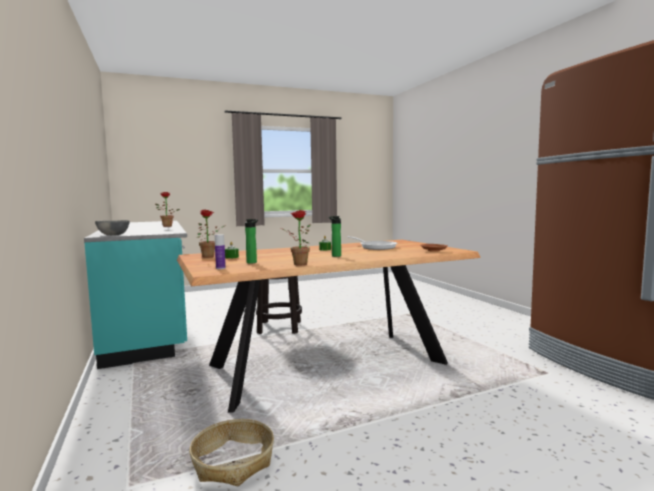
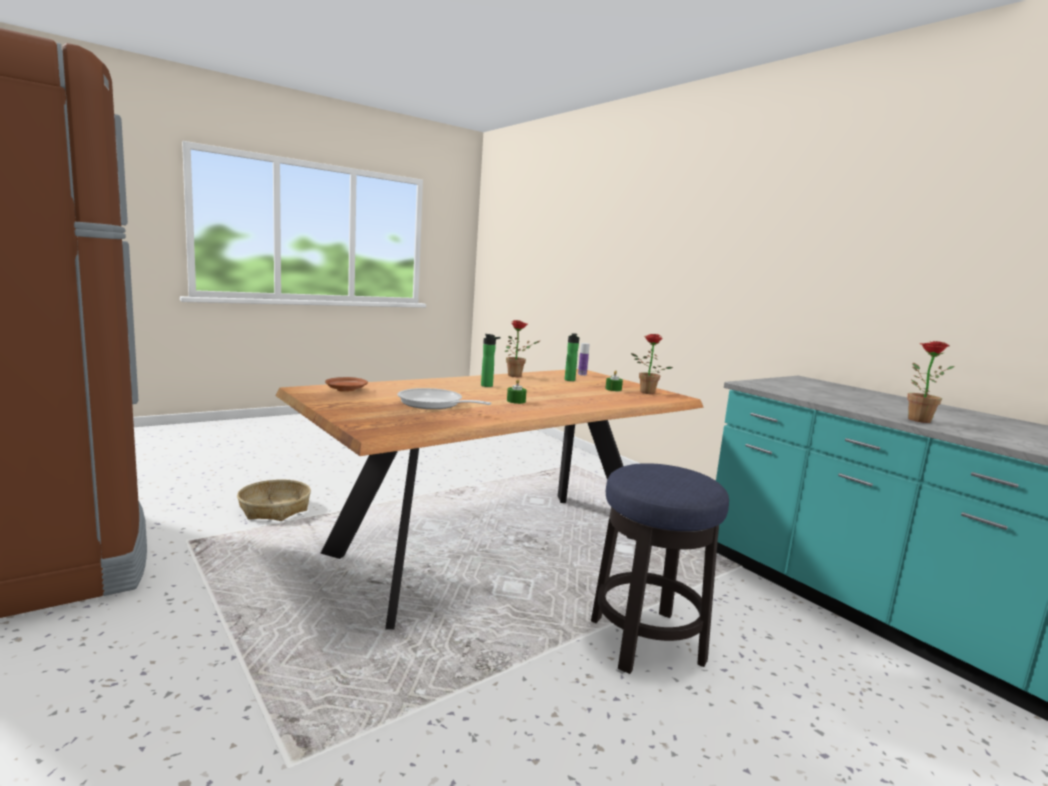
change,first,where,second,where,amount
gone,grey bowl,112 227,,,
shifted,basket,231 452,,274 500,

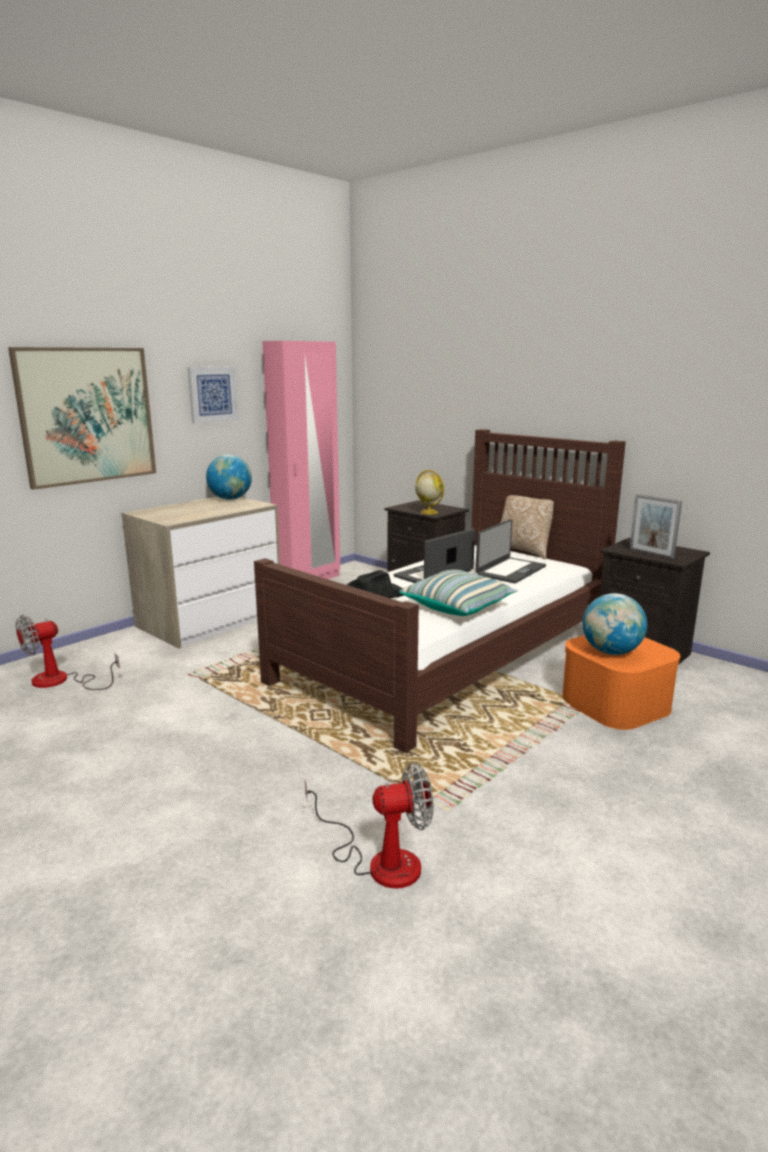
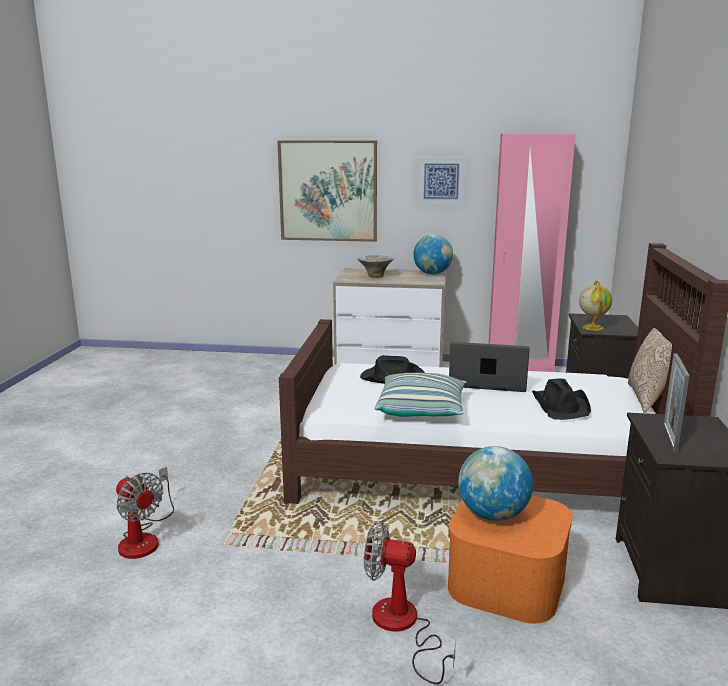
change,first,where,second,where,amount
new,,,bowl,375 266,
shifted,fan,68 652,,410 602,
swapped,laptop,510 551,black hat,561 399,

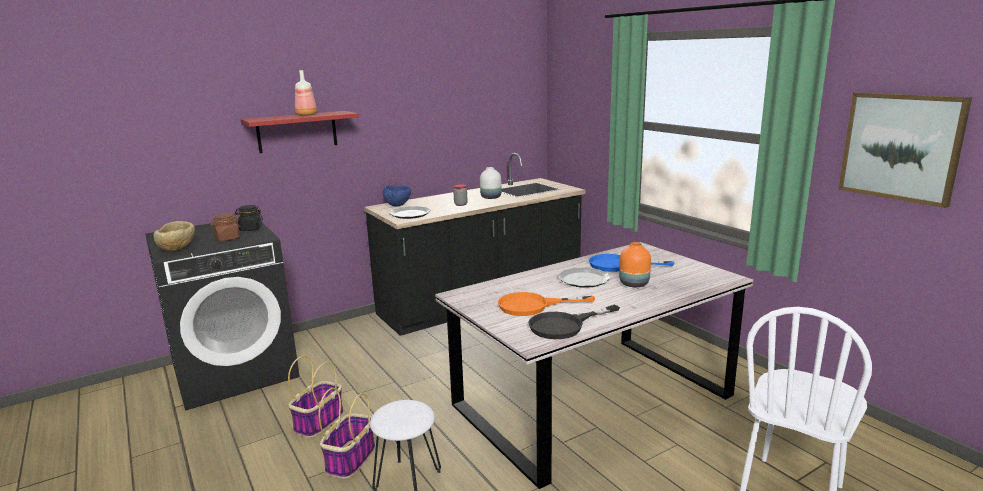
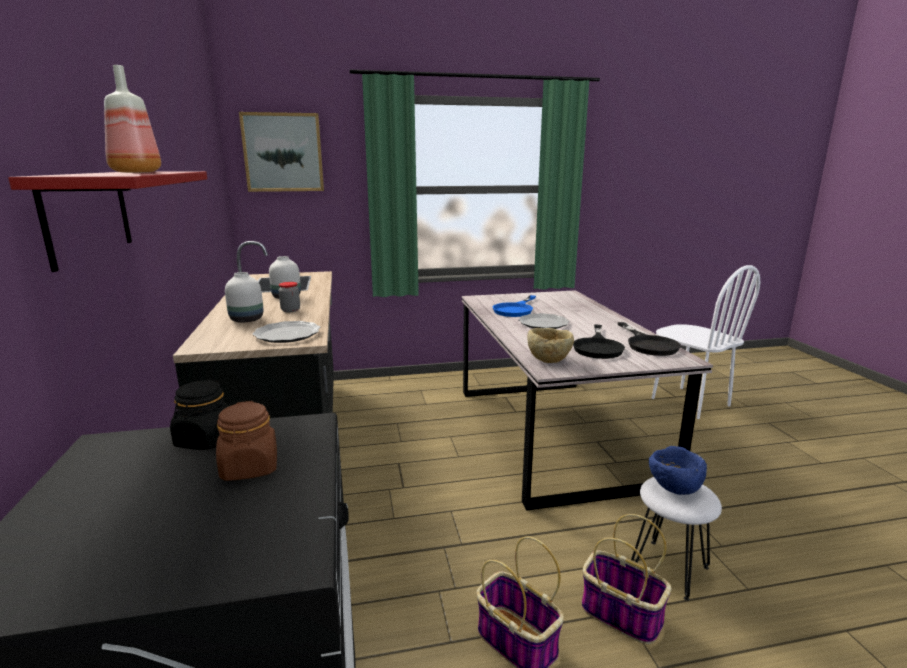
change,first,where,second,where,amount
gone,orange vase,635 264,,,
new,,,white vase,244 297,
shifted,beige bowl,174 236,,551 345,
shifted,blue bowl,397 195,,678 470,
shifted,picture,905 150,,281 152,
repainted,orange frying pan,546 304,black frying pan,599 342,

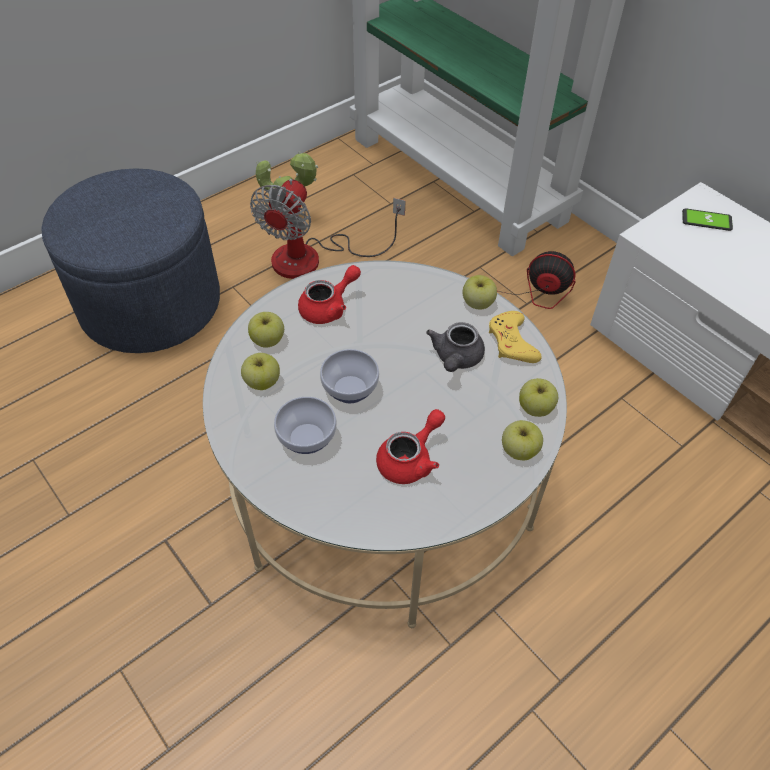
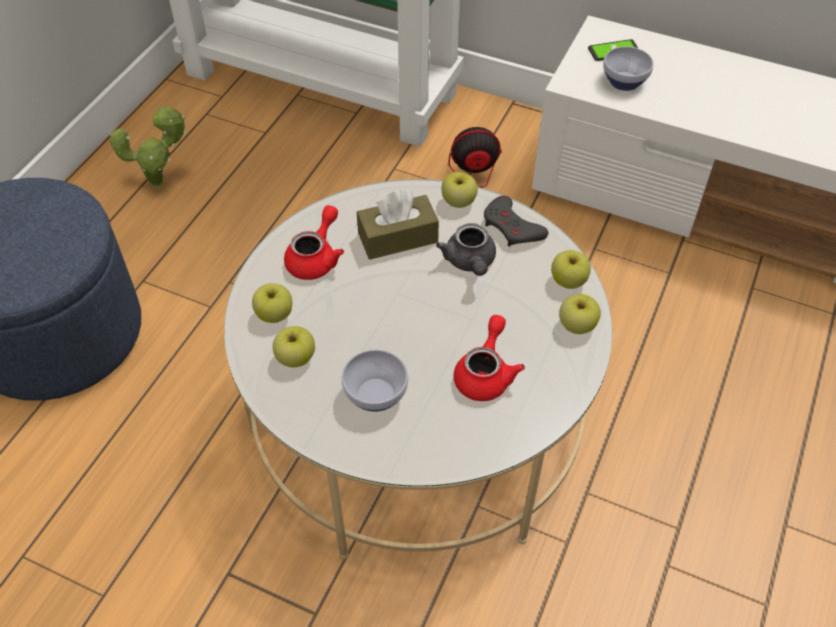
change,first,where,second,where,amount
gone,fan,328 229,,,
new,,,brown tissue box,398 225,
shifted,bowl,349 376,,628 68,
repainted,yellow game controller,515 337,grey game controller,516 221,

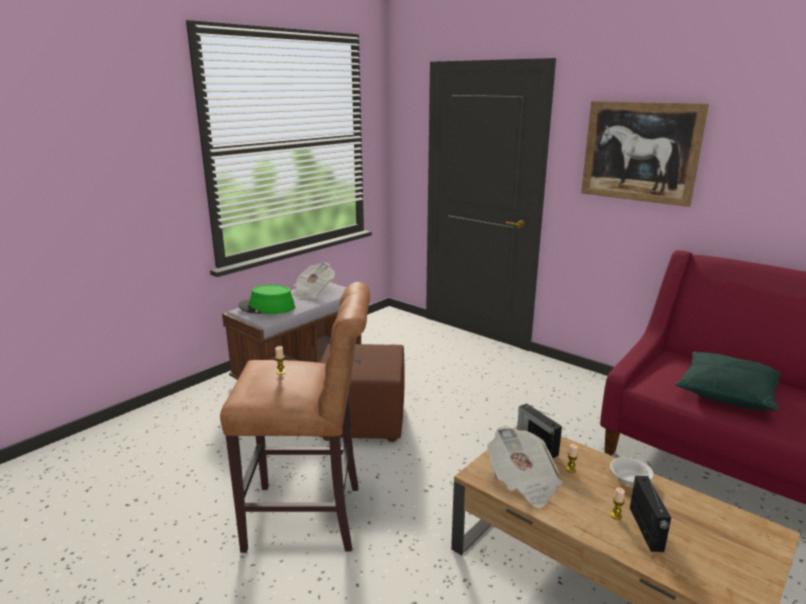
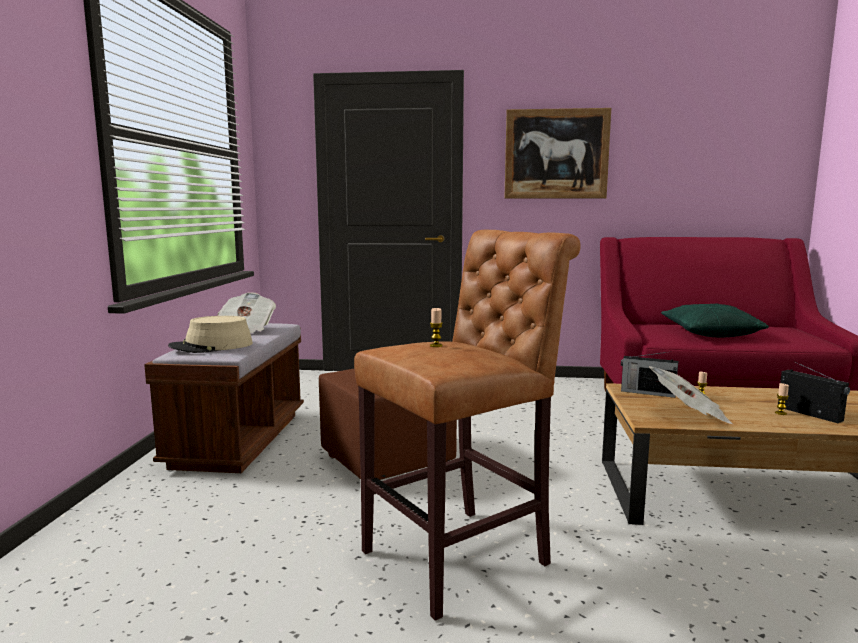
change,first,where,second,where,amount
gone,white bowl,632 471,,,
repainted,green hat,267 299,beige hat,210 334,

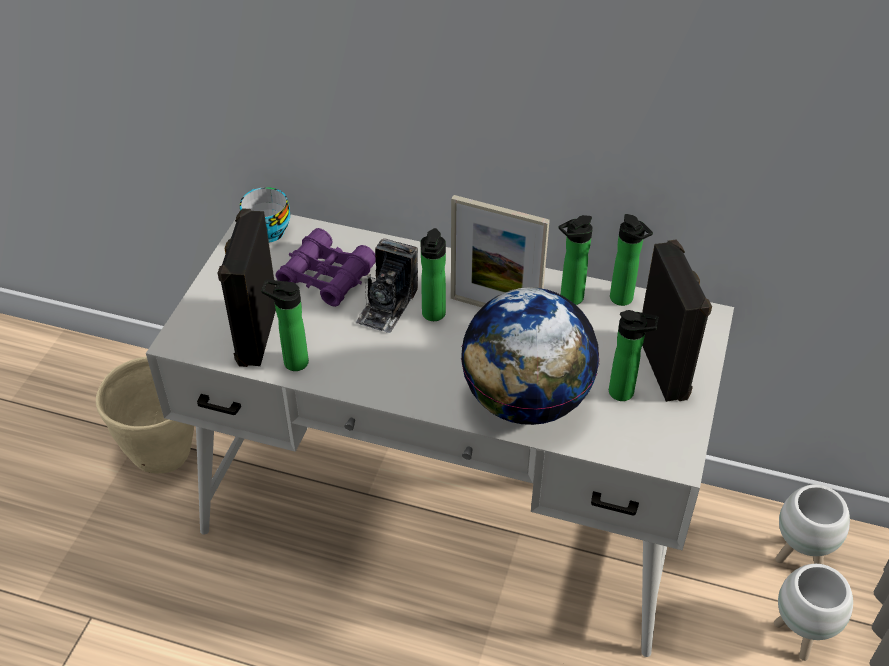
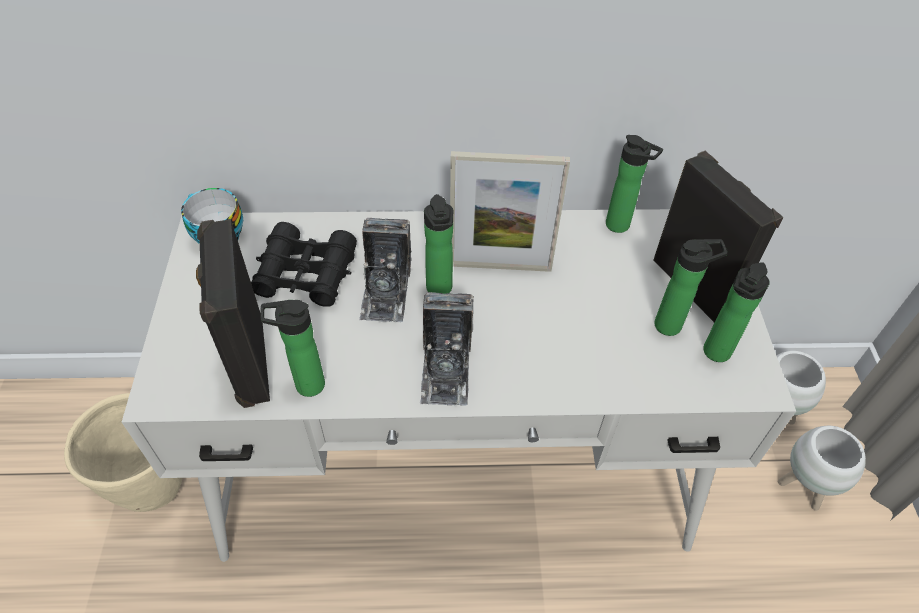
change,first,where,second,where,amount
gone,globe,530 356,,,
new,,,photo camera,447 349,
shifted,bottle,576 260,,736 312,
repainted,purple binoculars,325 267,black binoculars,304 264,

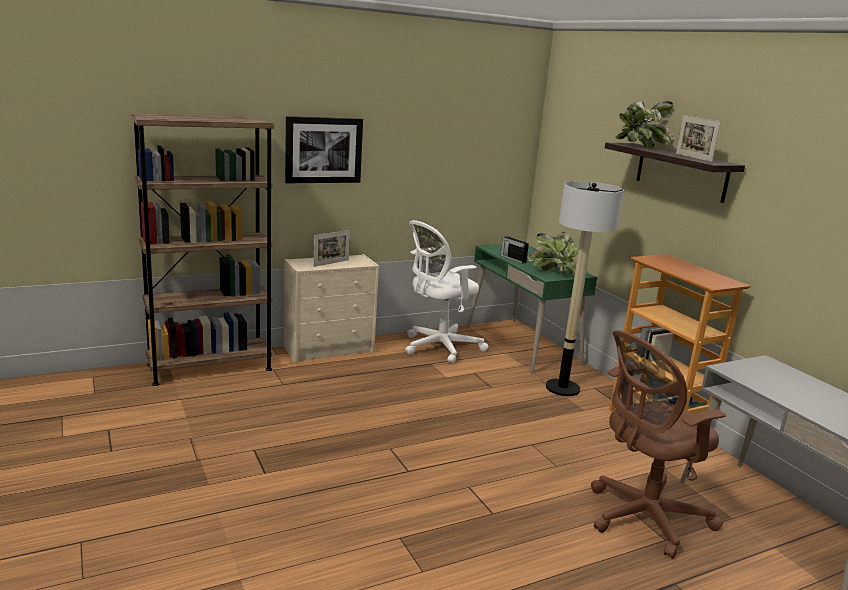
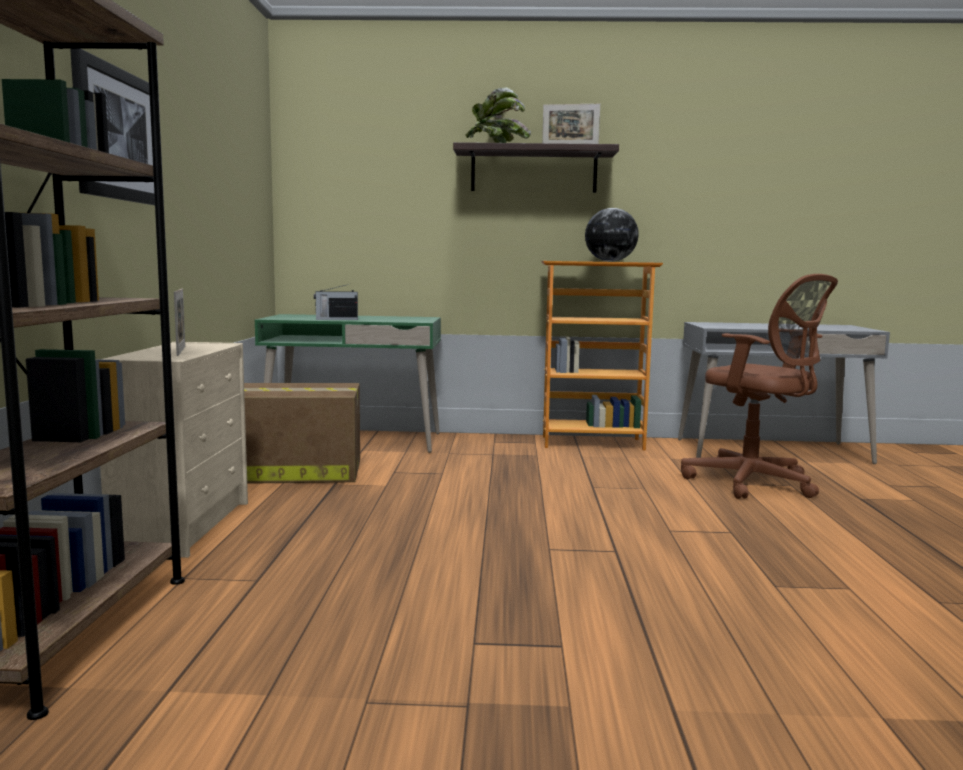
change,first,where,second,where,amount
gone,potted plant,553 253,,,
gone,floor lamp,585 288,,,
new,,,globe,612 235,
swapped,white office chair,447 292,cardboard box,302 433,
rotated,brown office chair,658 444,,759 386,45 degrees counterclockwise

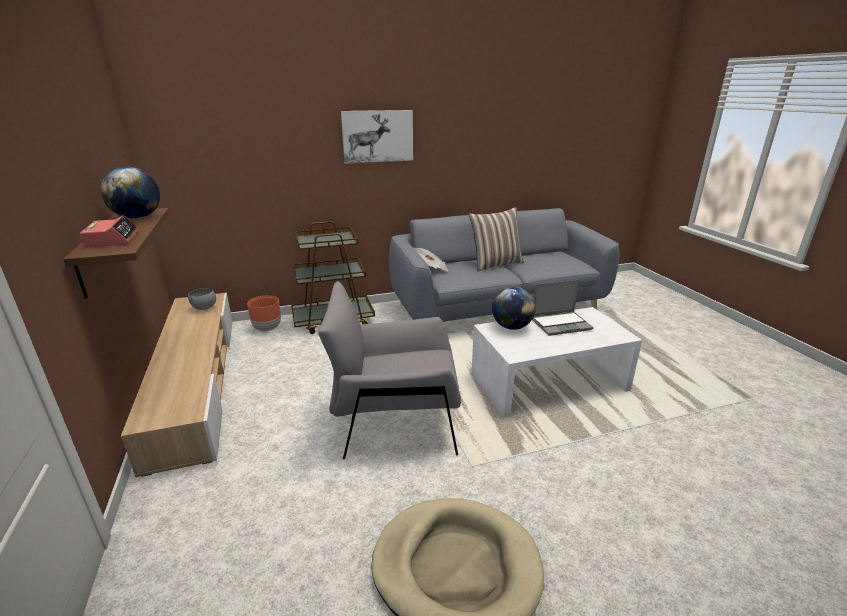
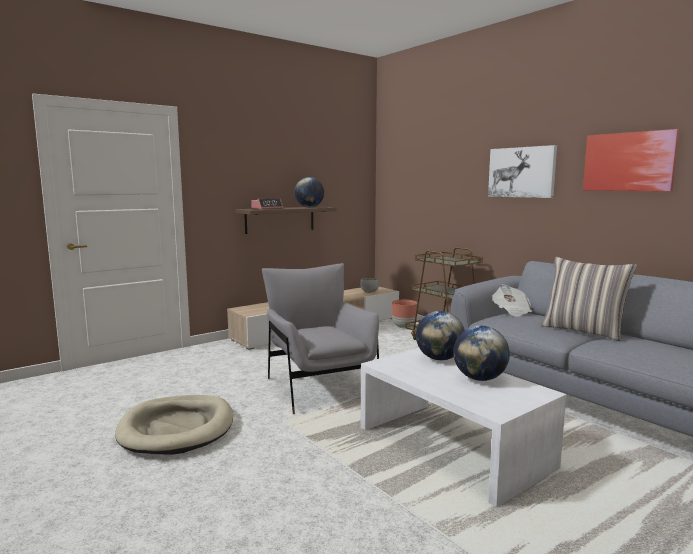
change,first,where,second,where,amount
new,,,picture,631 160,
swapped,laptop,563 308,globe,481 353,

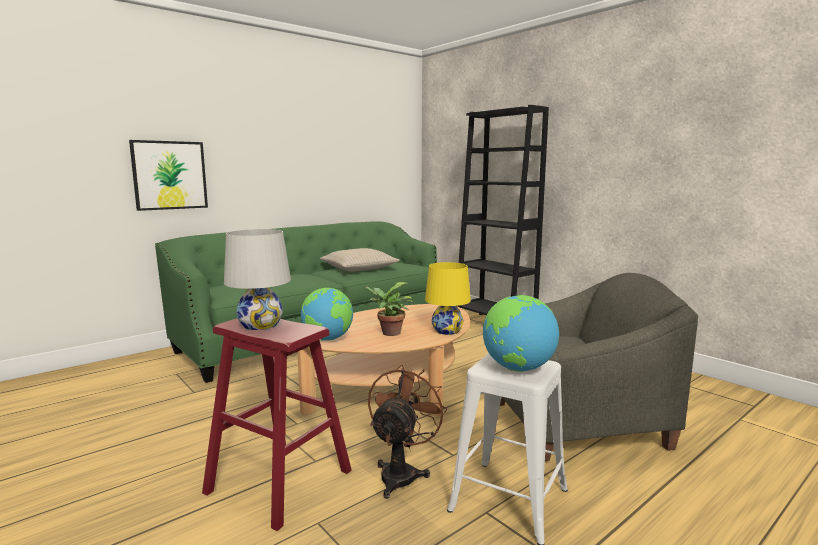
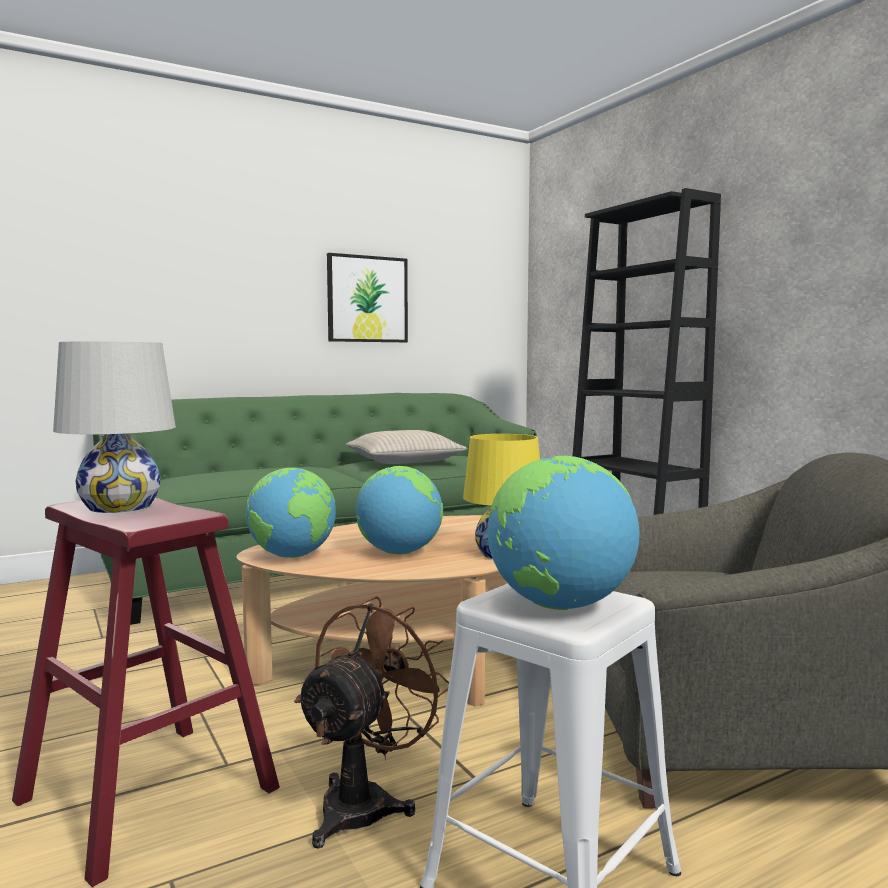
change,first,where,second,where,amount
shifted,picture,168 175,,367 297,
swapped,potted plant,388 309,globe,399 510,

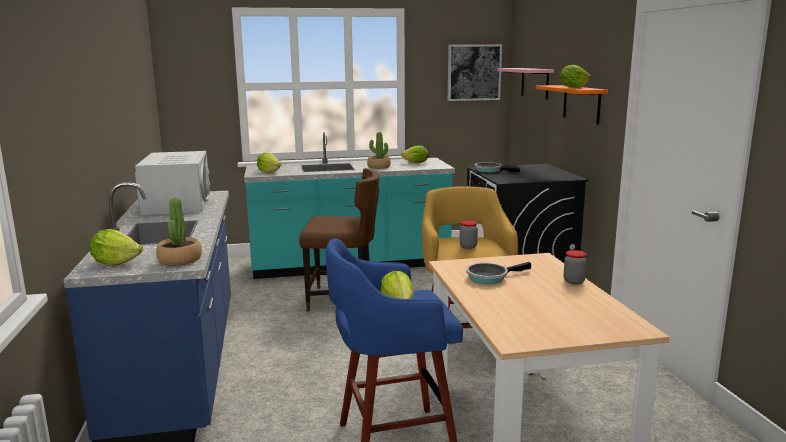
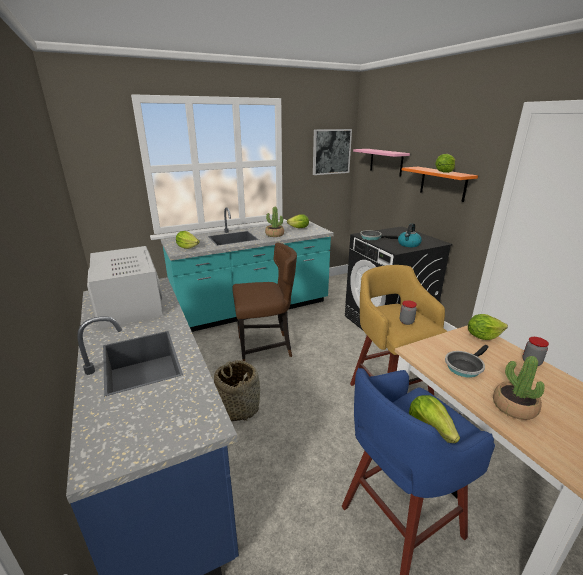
change,first,where,second,where,amount
new,,,basket,237 390,
new,,,kettle,410 235,
shifted,lettuce,116 247,,488 327,
shifted,potted plant,179 231,,519 388,

